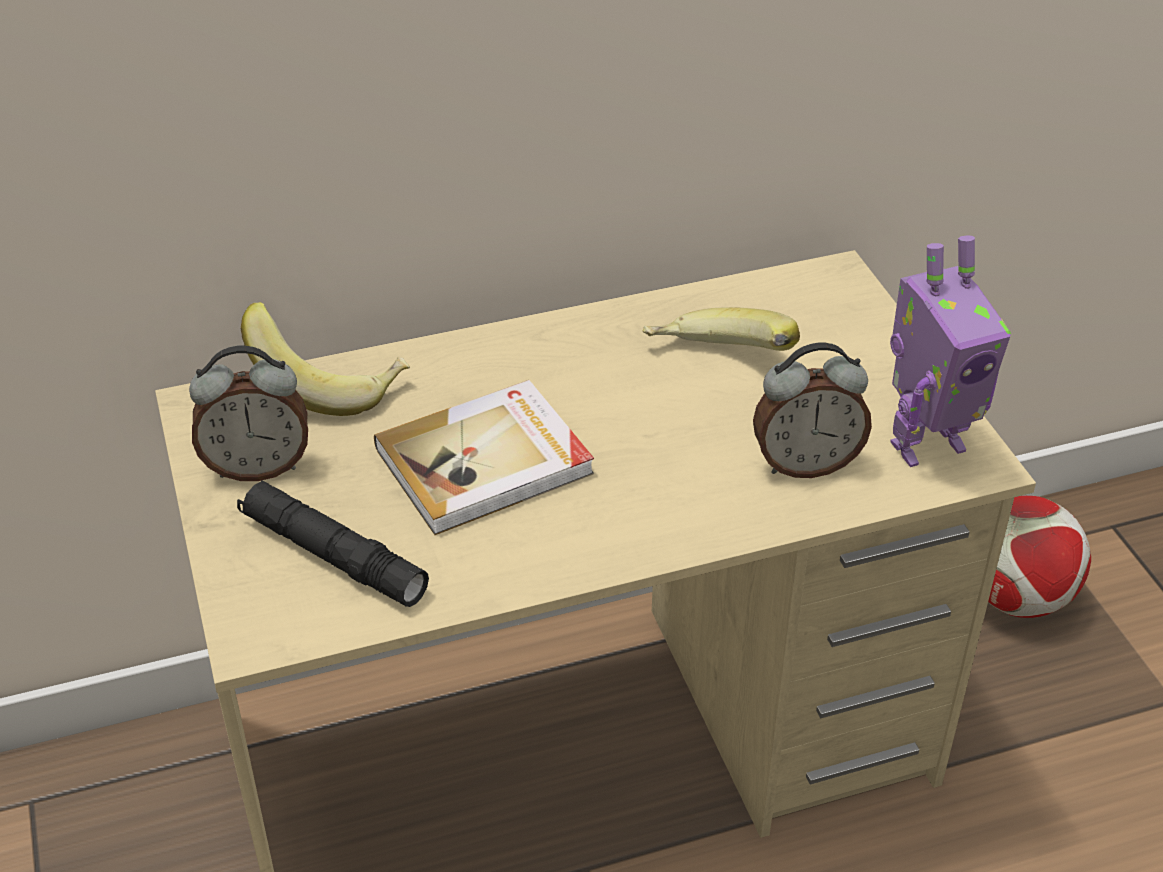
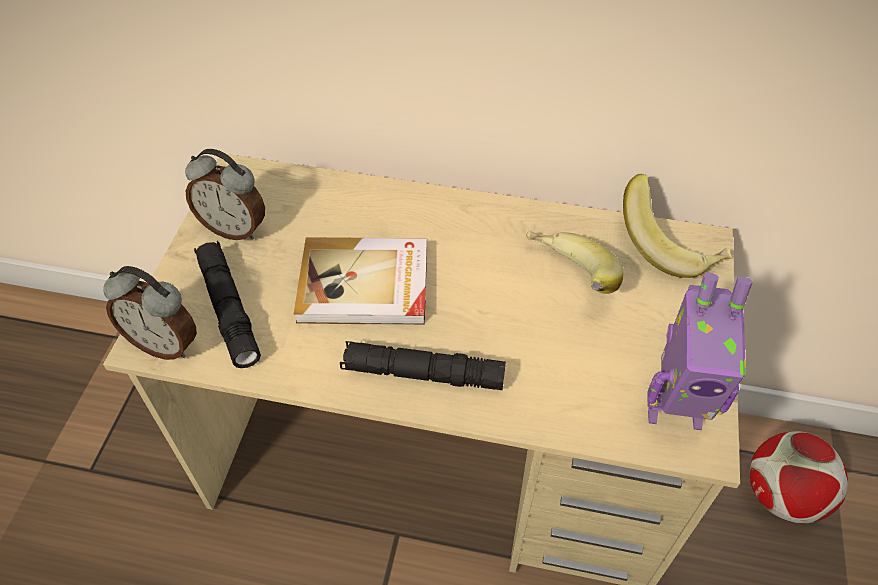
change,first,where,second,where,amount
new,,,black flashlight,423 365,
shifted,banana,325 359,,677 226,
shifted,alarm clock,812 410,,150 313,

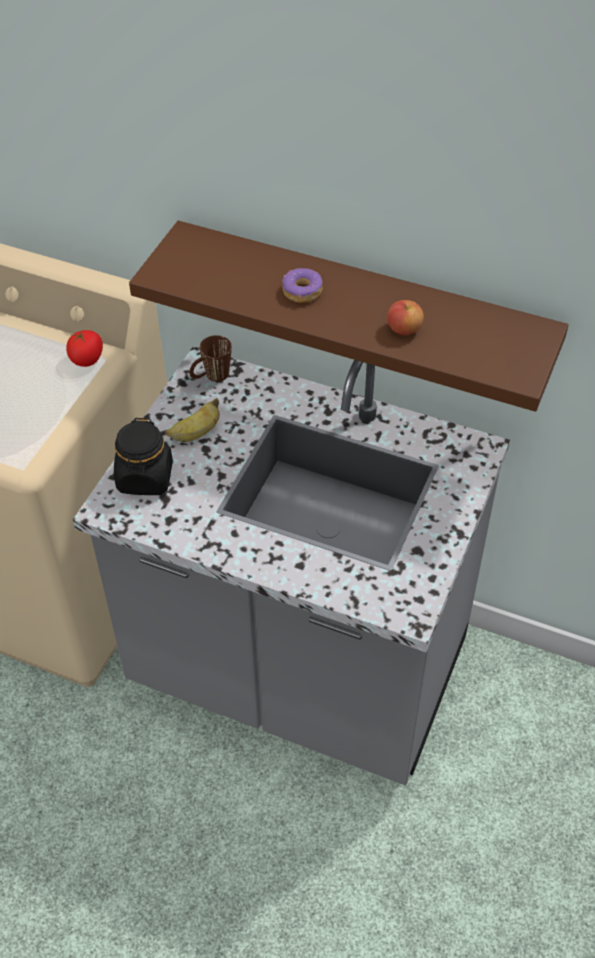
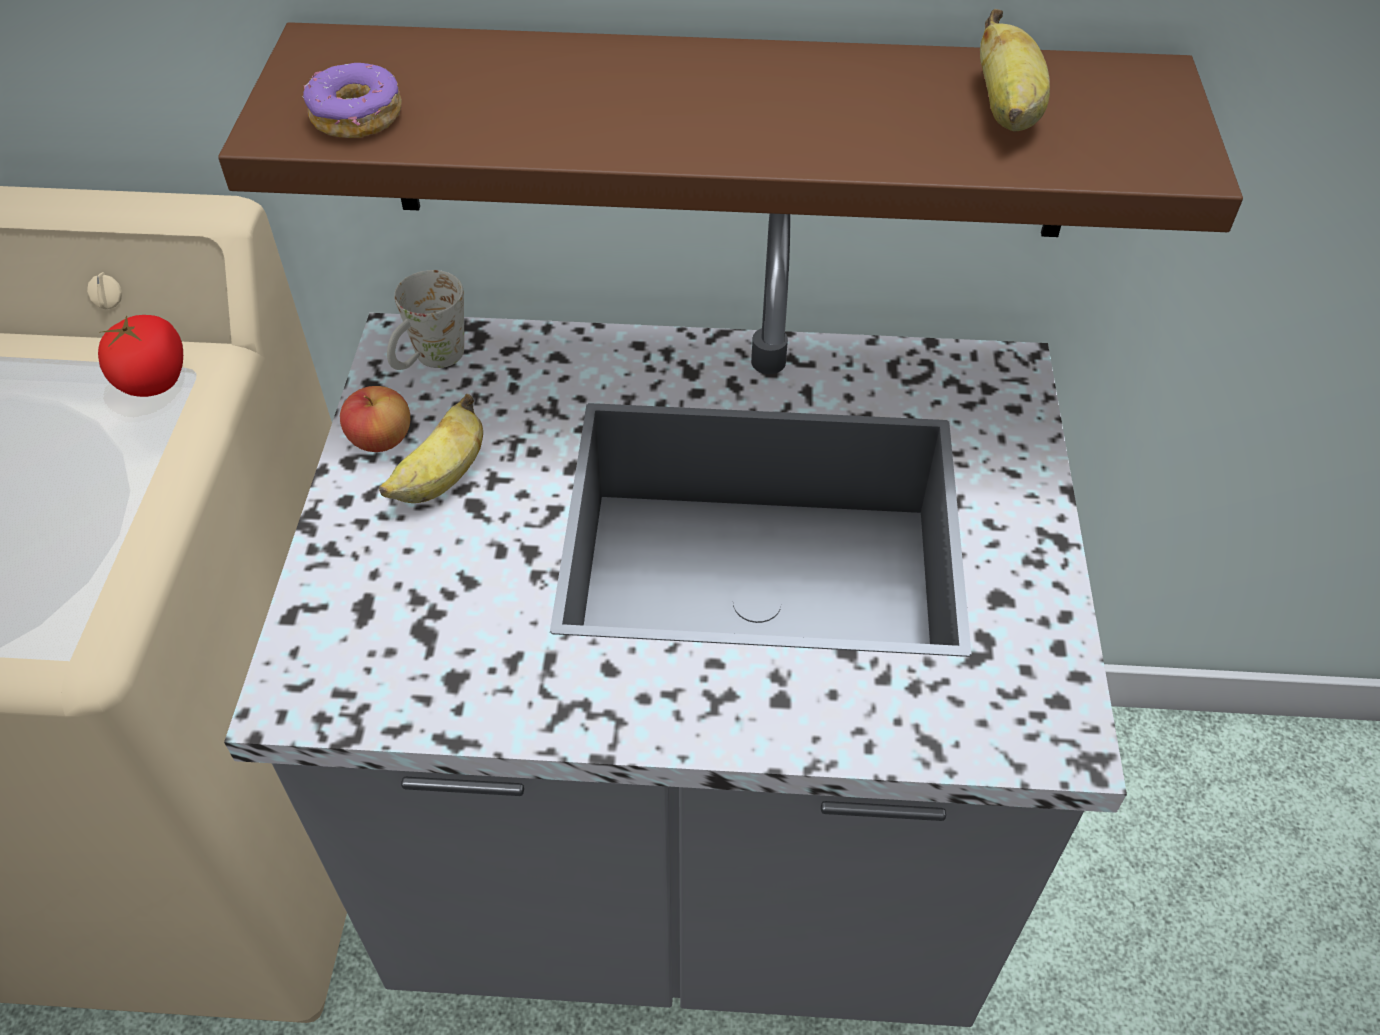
change,first,where,second,where,amount
gone,black jar,143 456,,,
new,,,banana,1015 70,
shifted,donut,302 285,,352 100,
shifted,apple,405 317,,375 419,
repainted,brown mug,210 358,white mug,425 320,

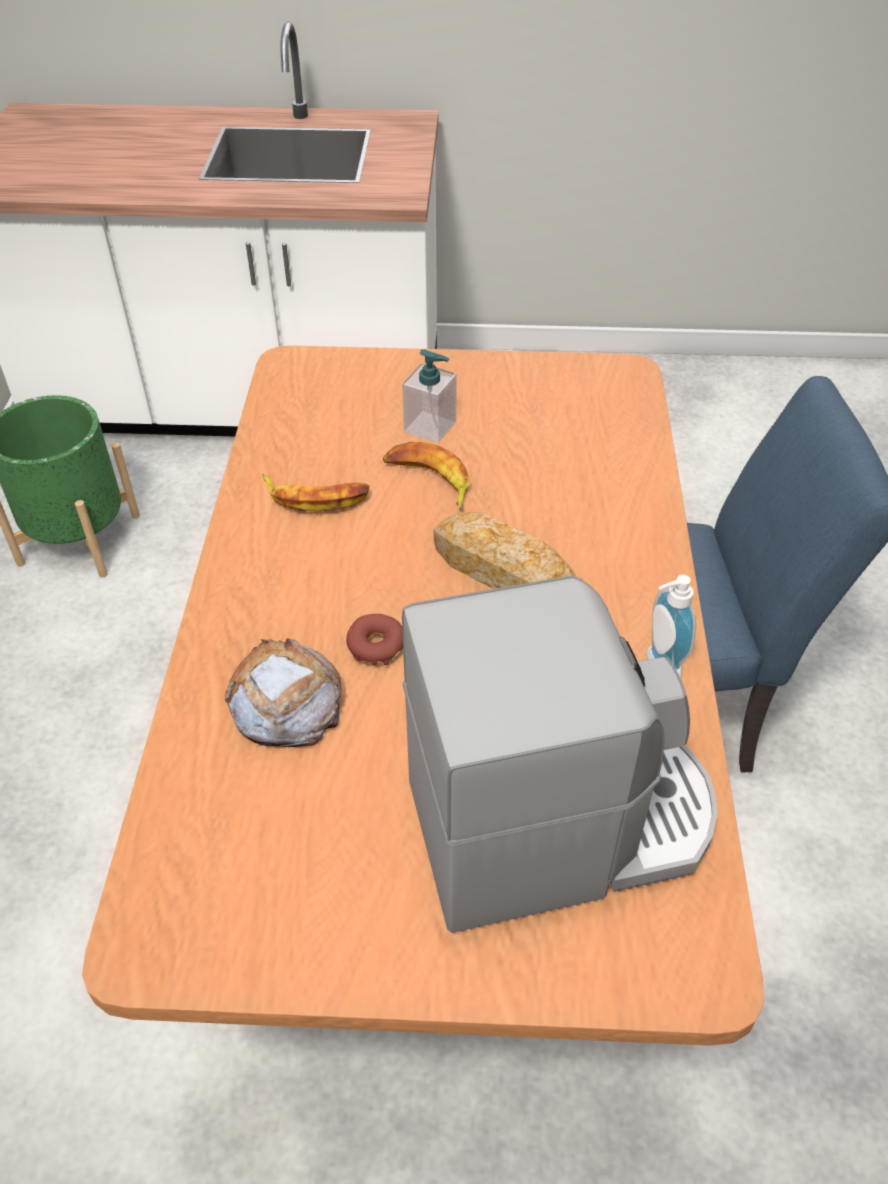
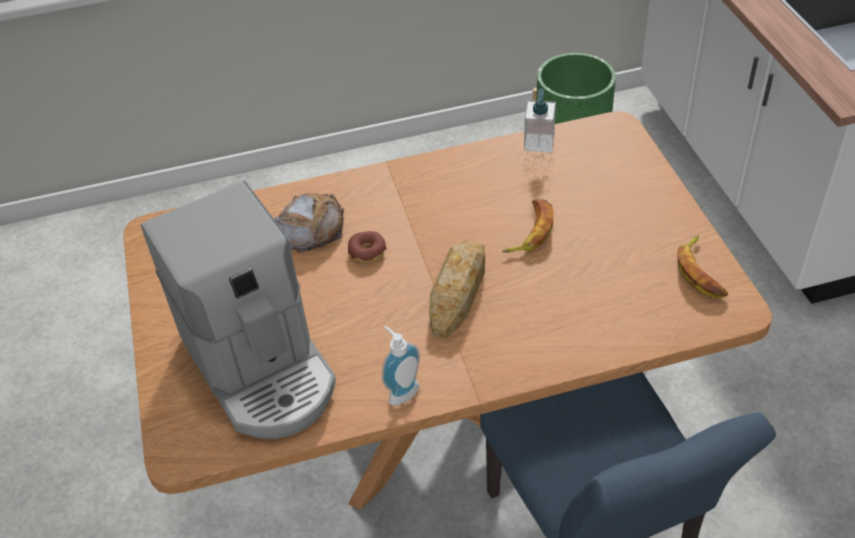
change,first,where,second,where,amount
shifted,banana,315 492,,702 266,
shifted,soap dispenser,429 396,,540 120,

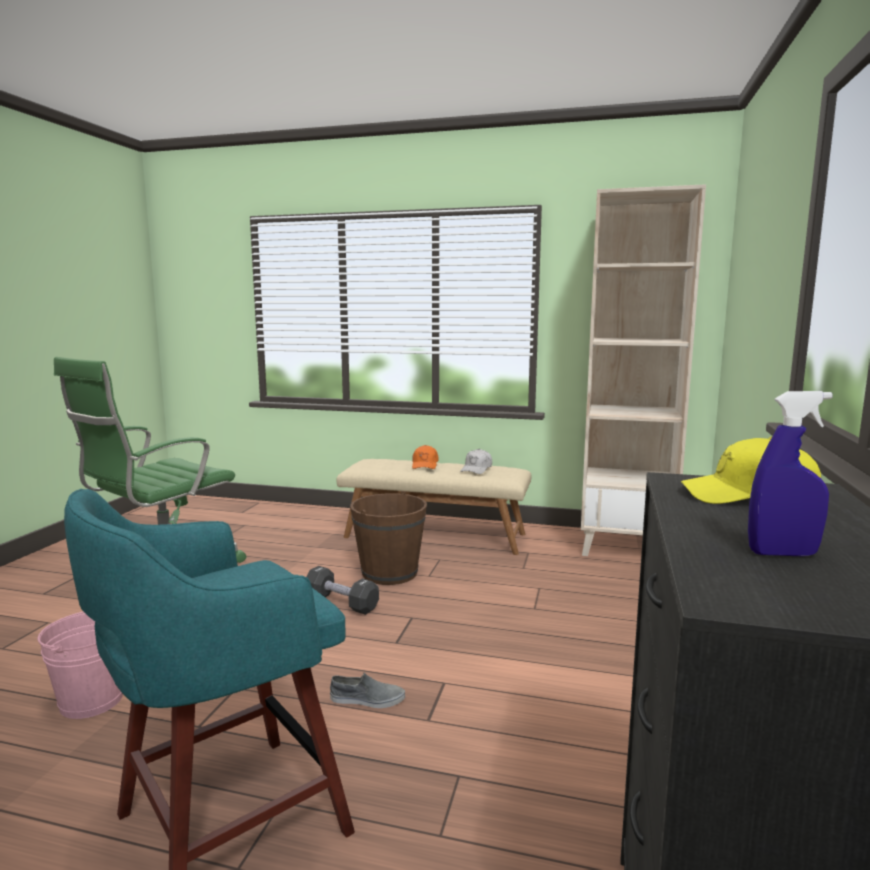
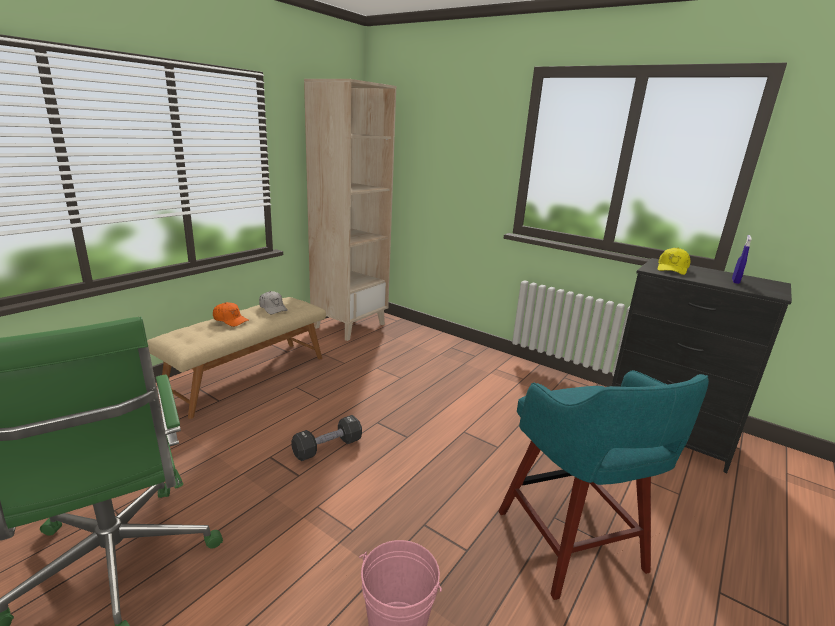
change,first,where,second,where,amount
gone,grey shoe,367 690,,,
gone,brown bucket,388 538,,,

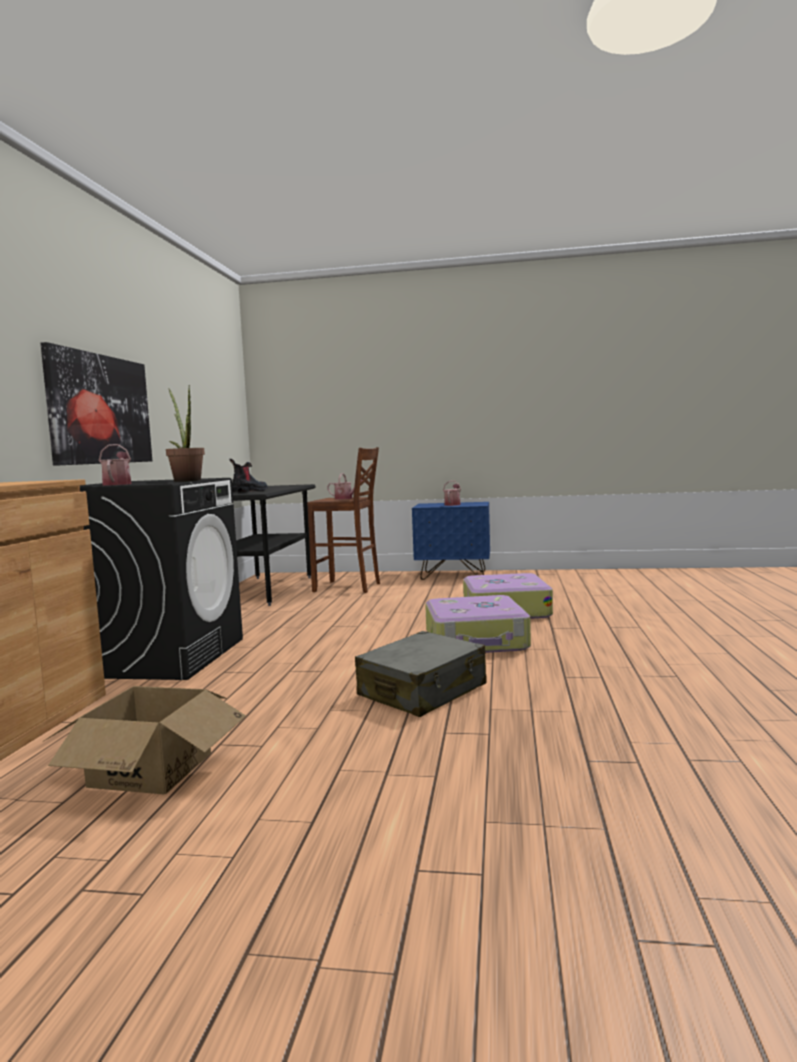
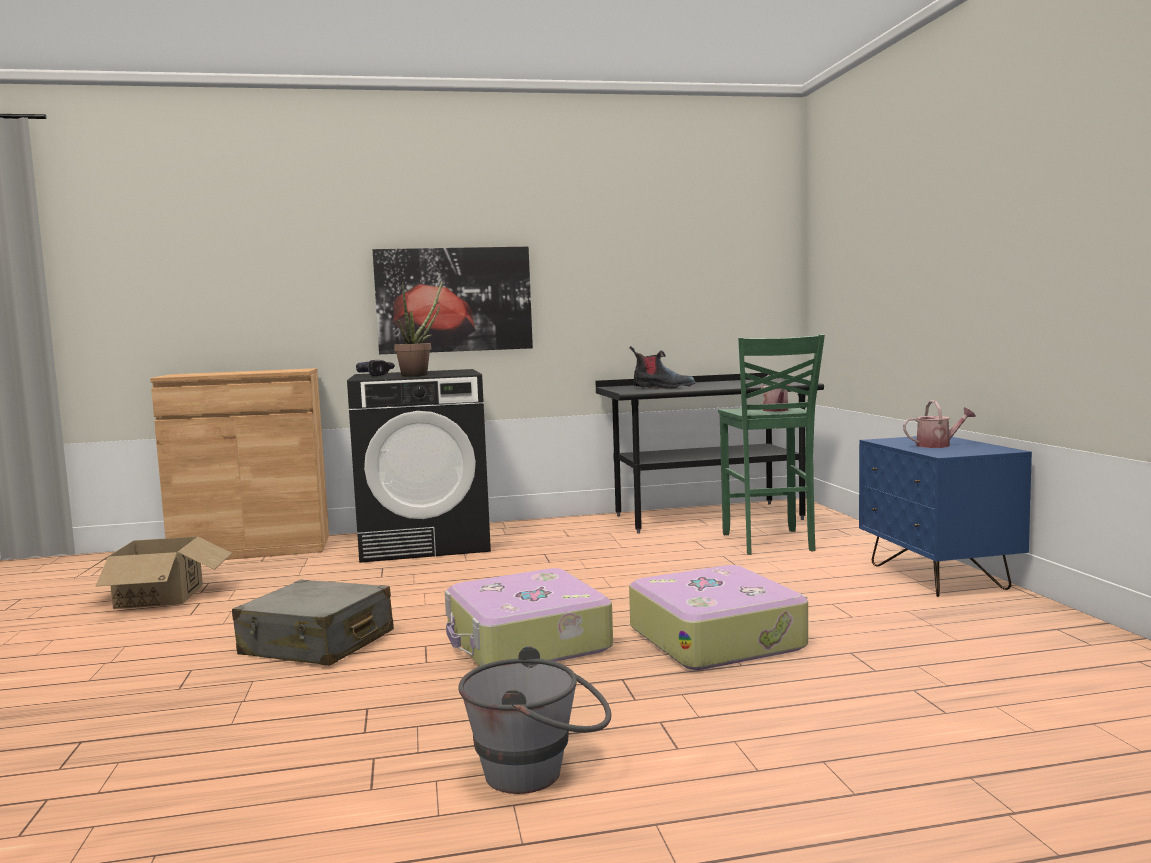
change,first,where,second,where,amount
new,,,grey bucket,534 720,
swapped,watering can,115 465,power drill,375 368,
repainted,brown stool,343 520,green stool,771 444,

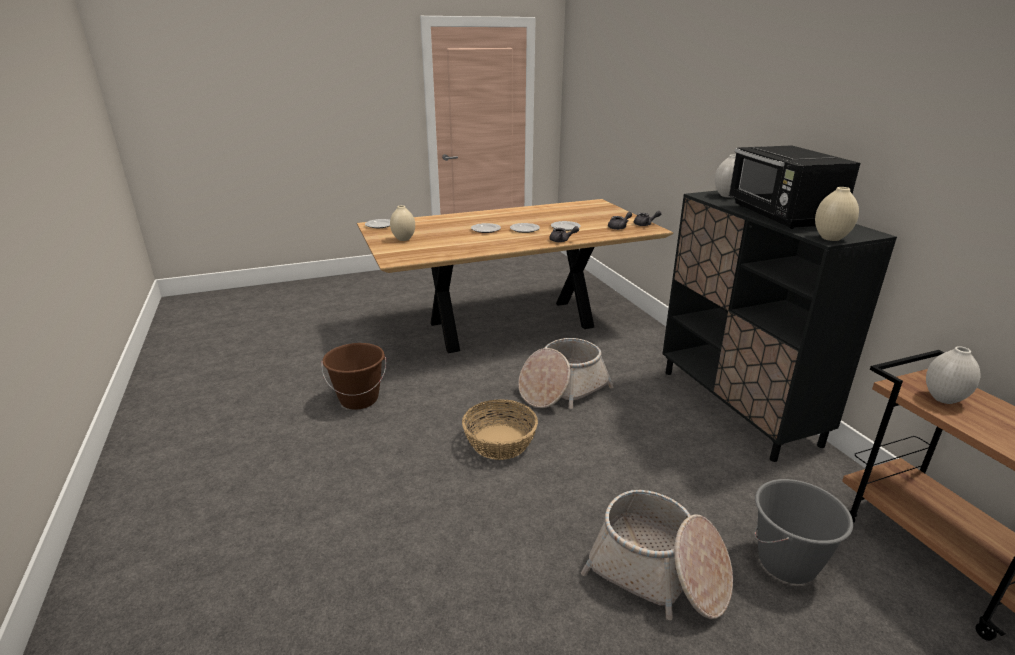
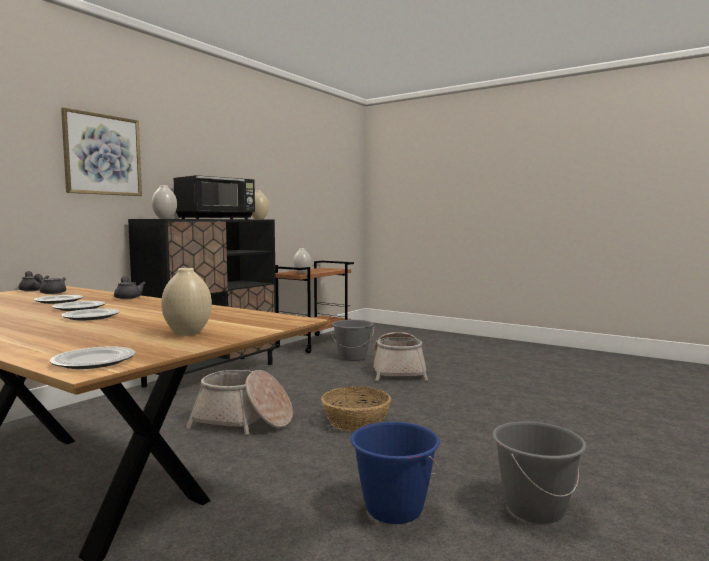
change,first,where,second,where,amount
new,,,picture,101 151,
new,,,grey bucket,539 472,
repainted,brown bucket,354 376,blue bucket,395 473,

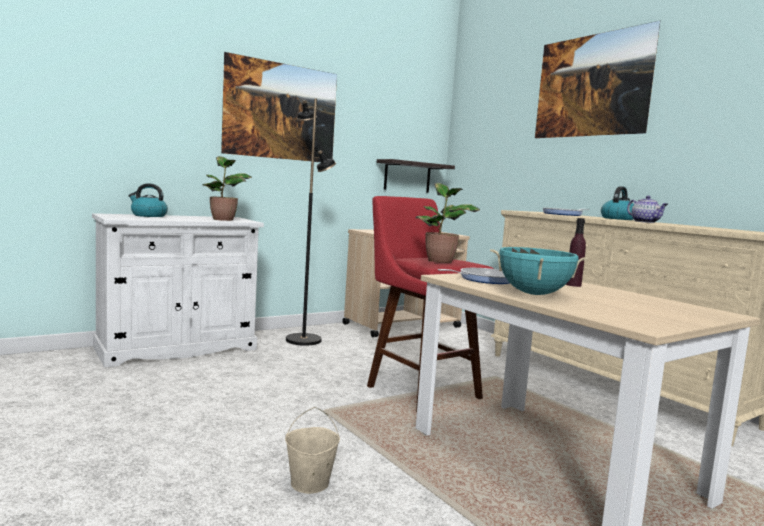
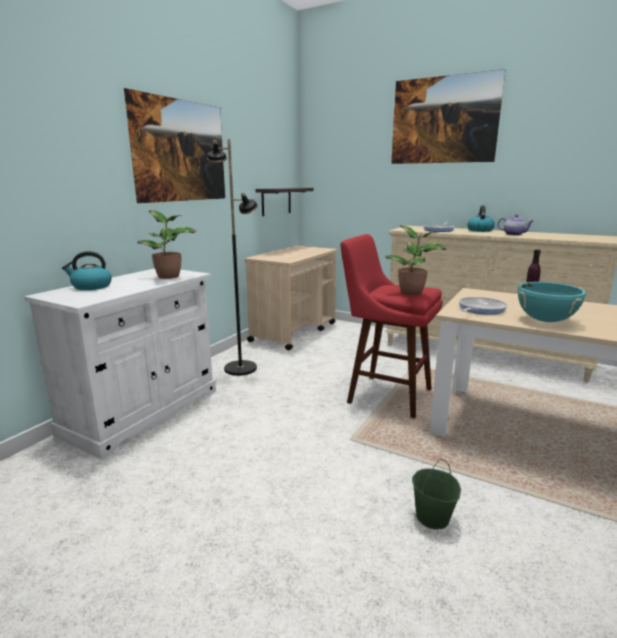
change,first,where,second,where,amount
repainted,beige bucket,312 450,green bucket,436 494,

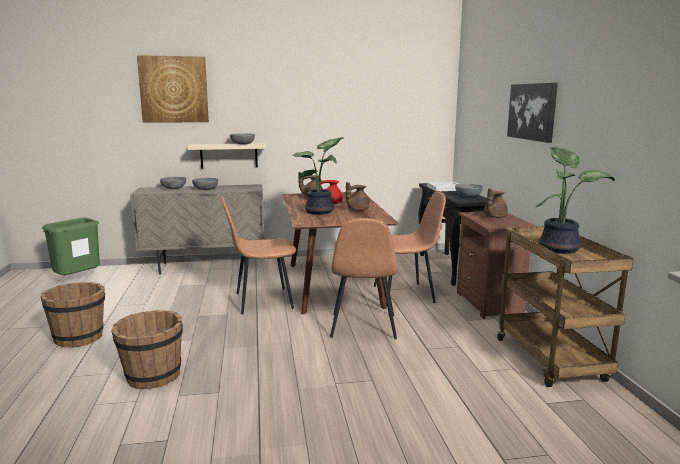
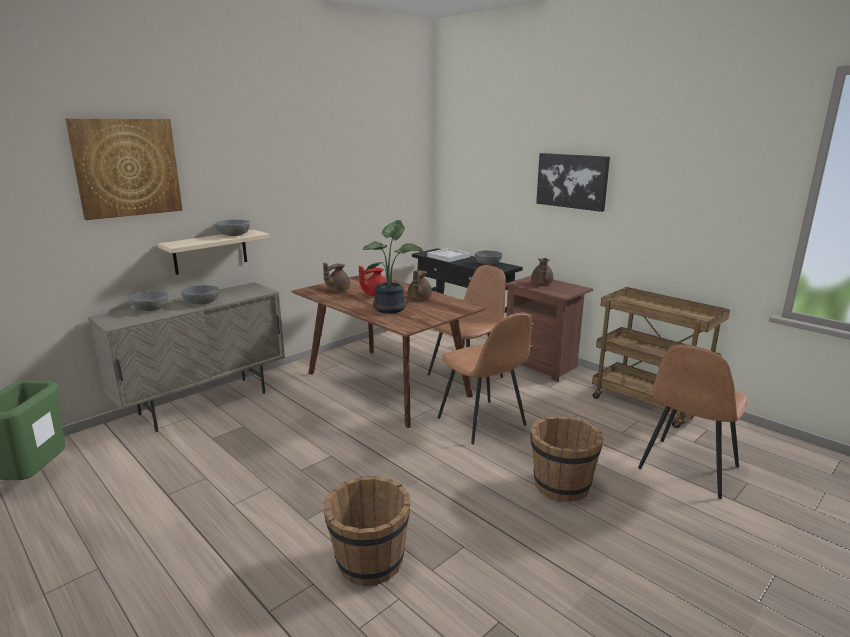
change,first,where,second,where,amount
gone,potted plant,575 200,,,
shifted,brown bucket,73 314,,567 459,
shifted,brown chair,259 255,,693 422,

